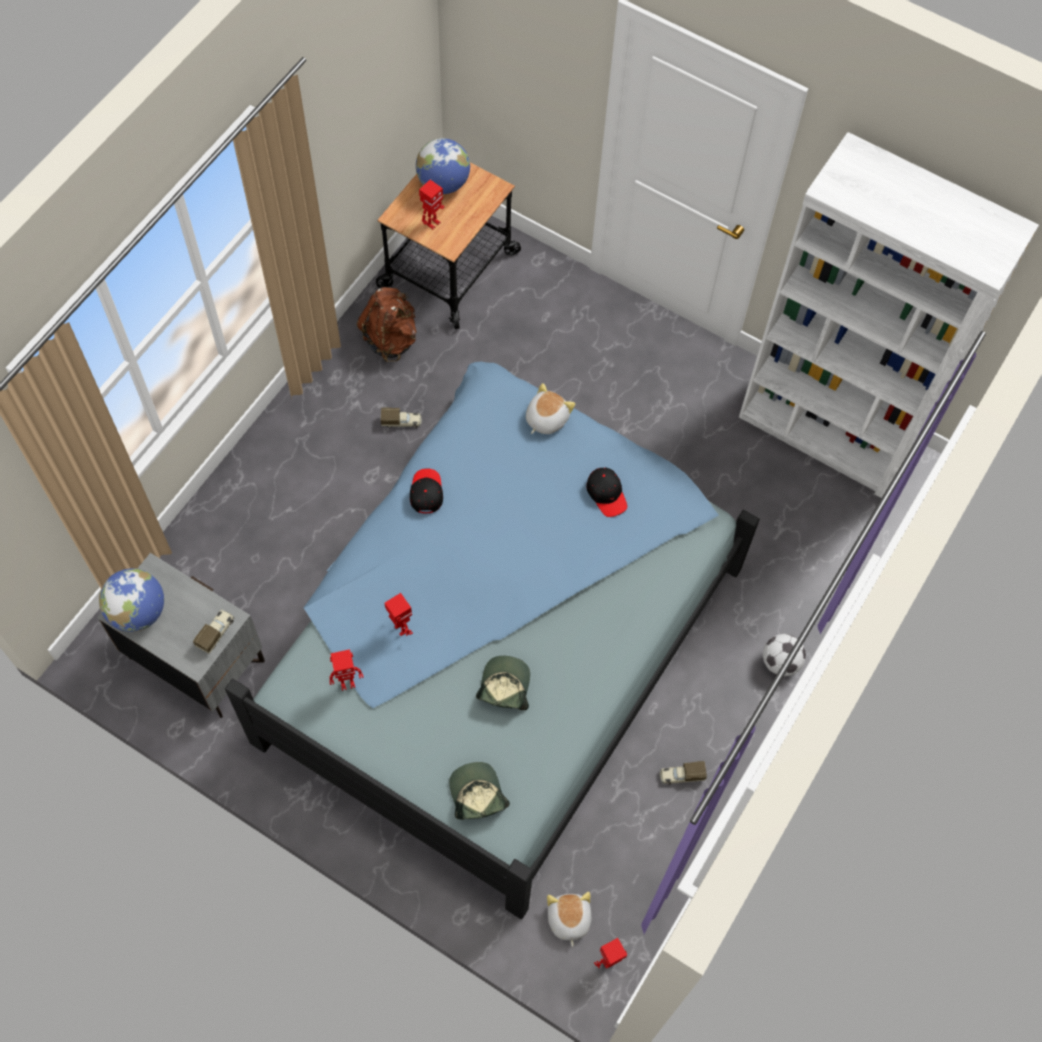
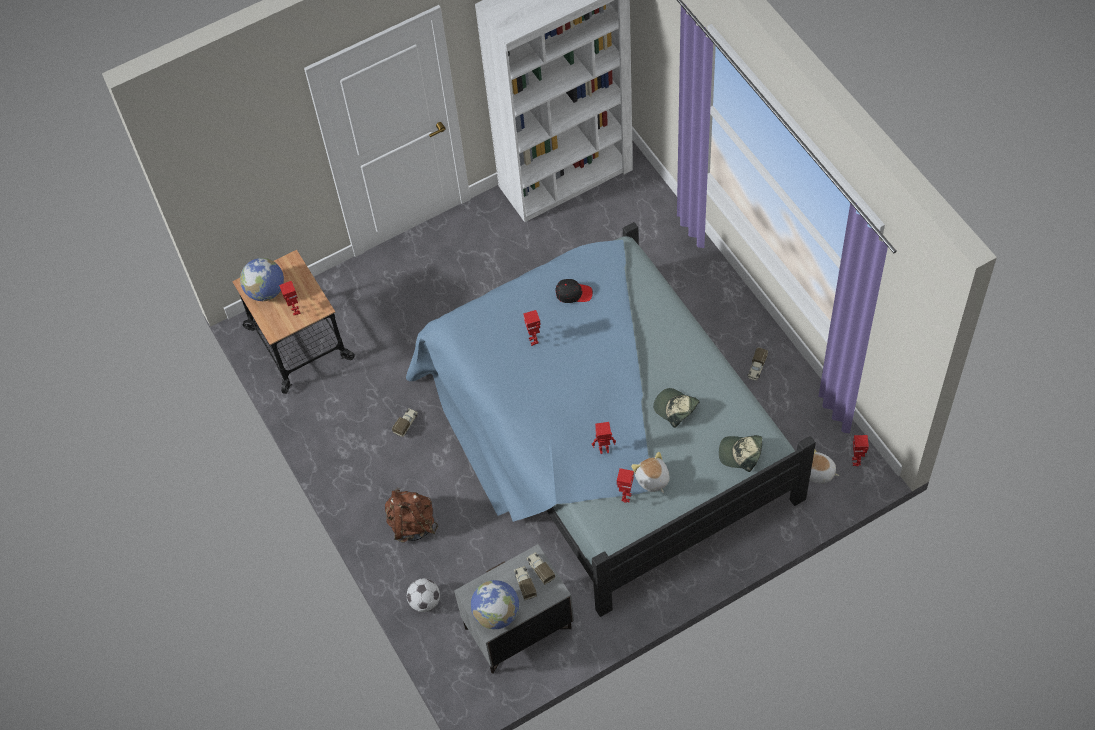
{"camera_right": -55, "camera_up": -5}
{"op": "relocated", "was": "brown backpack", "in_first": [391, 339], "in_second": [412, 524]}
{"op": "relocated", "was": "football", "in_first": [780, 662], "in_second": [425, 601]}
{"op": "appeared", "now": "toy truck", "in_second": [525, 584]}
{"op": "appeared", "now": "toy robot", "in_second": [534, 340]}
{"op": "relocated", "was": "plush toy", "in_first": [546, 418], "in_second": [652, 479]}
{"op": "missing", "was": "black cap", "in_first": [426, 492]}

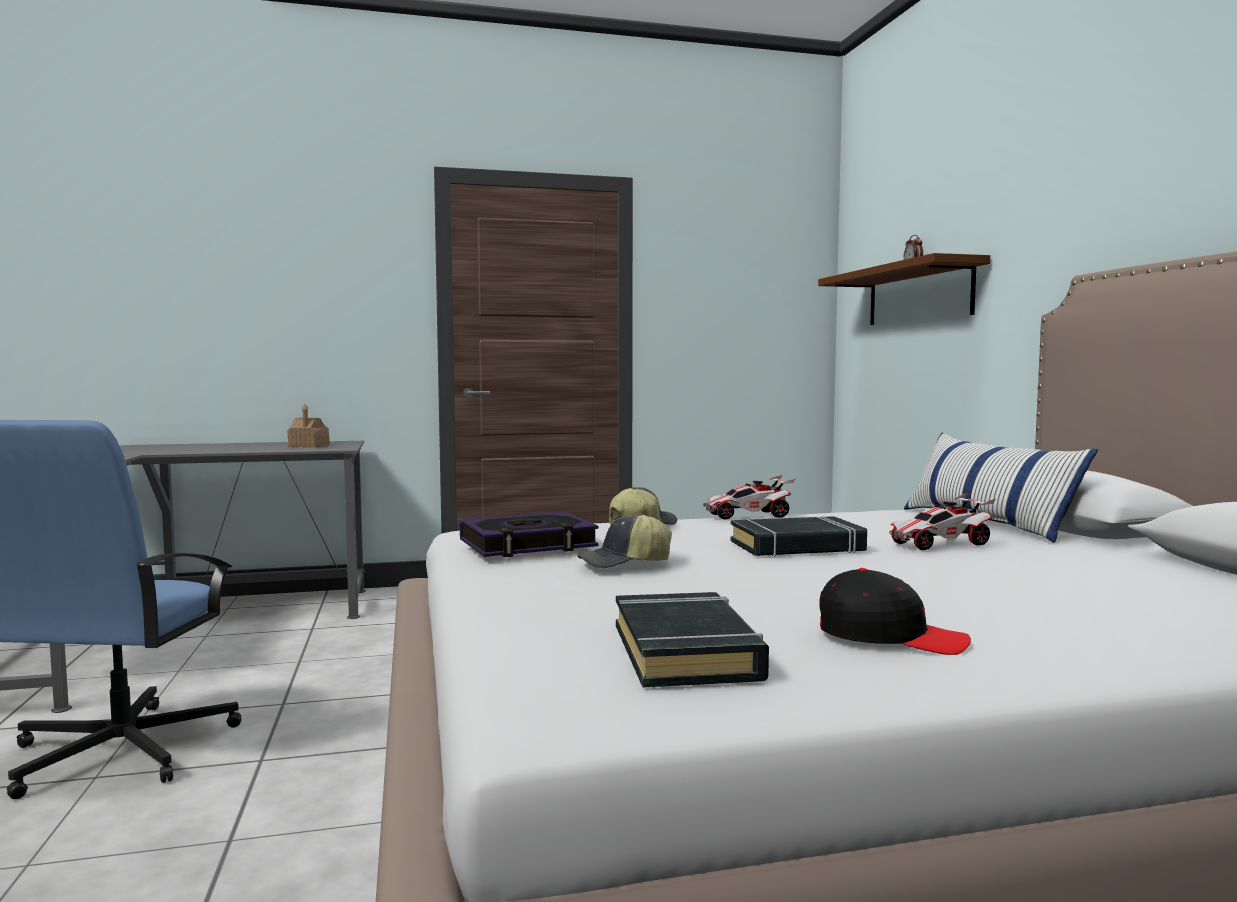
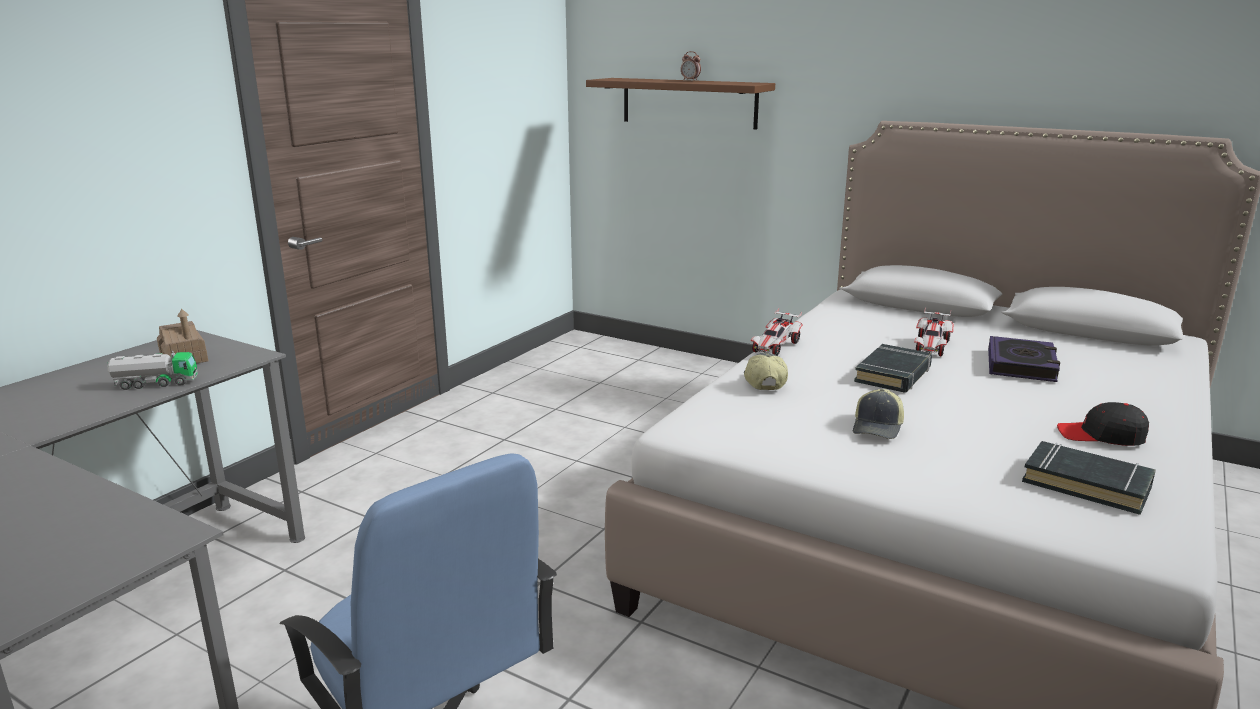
{"camera_right": -45, "camera_up": 15}
{"op": "appeared", "now": "toy truck", "in_second": [155, 383]}
{"op": "relocated", "was": "book", "in_first": [528, 544], "in_second": [1021, 365]}
{"op": "spun", "was": "black cap", "in_first": [890, 637], "in_second": [1101, 436], "clockwise": -135}
{"op": "missing", "was": "pillow", "in_first": [987, 523]}

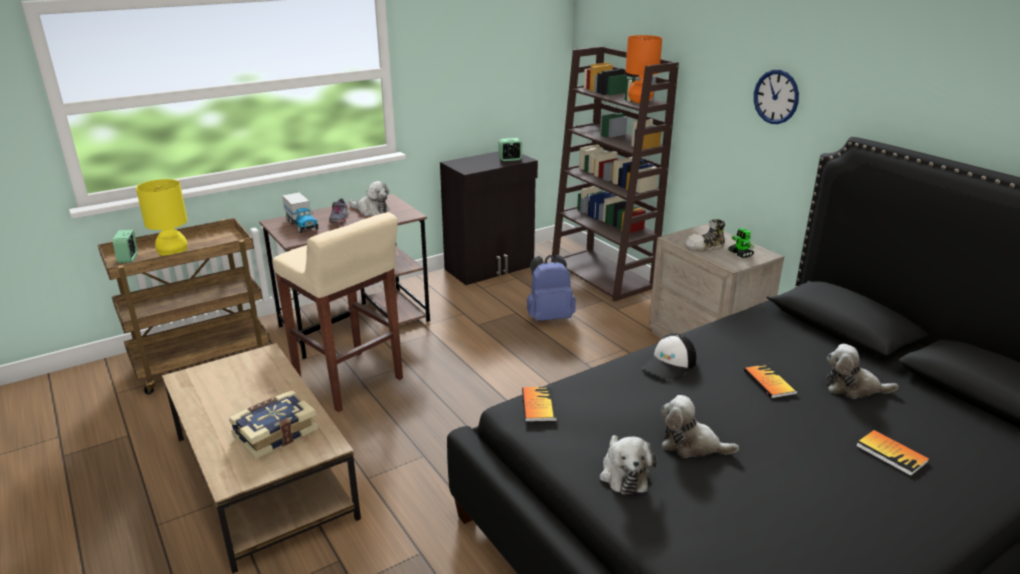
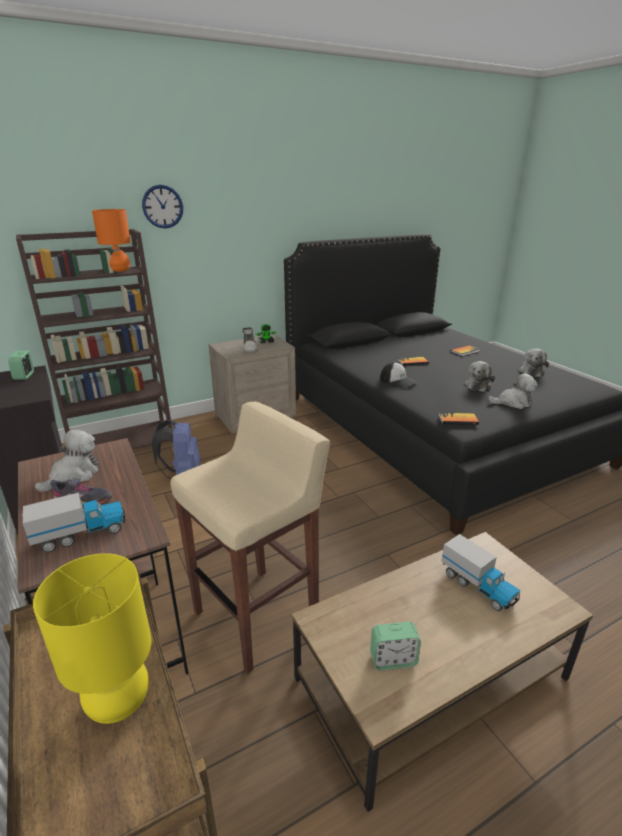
{"camera_right": -85, "camera_up": 0}
{"op": "relocated", "was": "wall clock", "in_first": [776, 97], "in_second": [162, 206]}
{"op": "relocated", "was": "alarm clock", "in_first": [128, 258], "in_second": [393, 659]}
{"op": "exchanged", "was": "book", "now": "toy truck", "in_first": [275, 433], "in_second": [478, 586]}
{"op": "relocated", "was": "plush toy", "in_first": [853, 388], "in_second": [531, 371]}

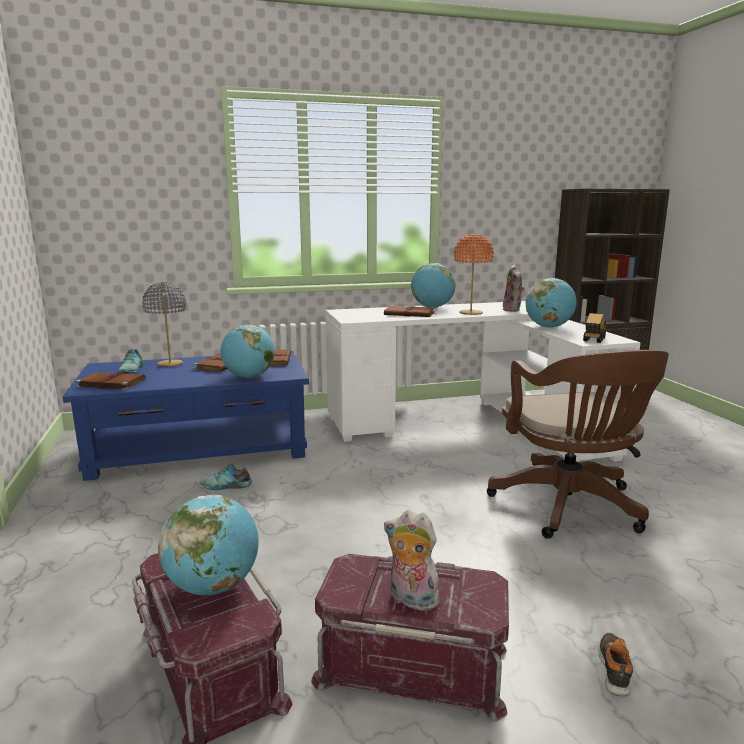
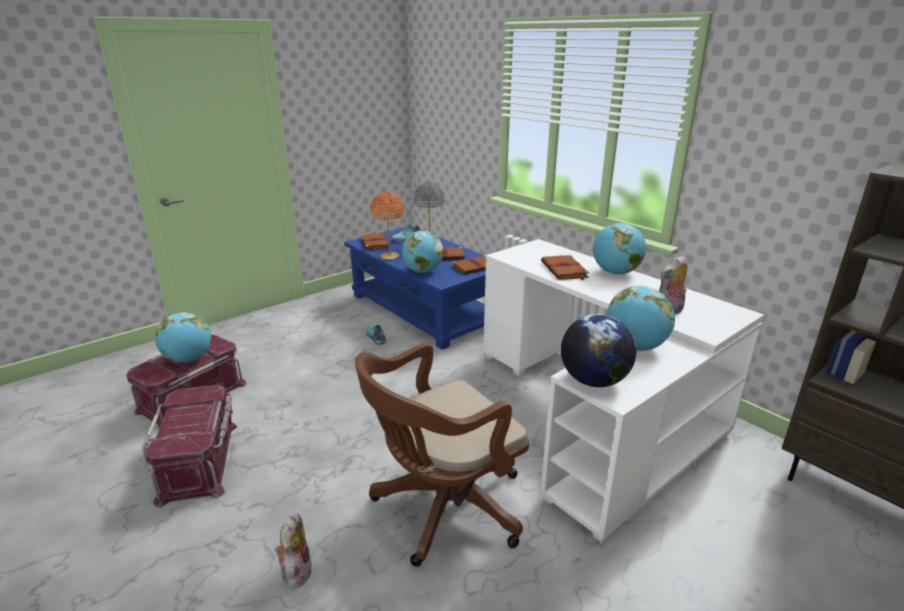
{"camera_right": 65, "camera_up": 10}
{"op": "relocated", "was": "plush toy", "in_first": [411, 600], "in_second": [296, 571]}
{"op": "relocated", "was": "orange table lamp", "in_first": [471, 313], "in_second": [390, 257]}
{"op": "exchanged", "was": "toy truck", "now": "globe", "in_first": [594, 340], "in_second": [593, 381]}
{"op": "missing", "was": "shoe", "in_first": [615, 669]}

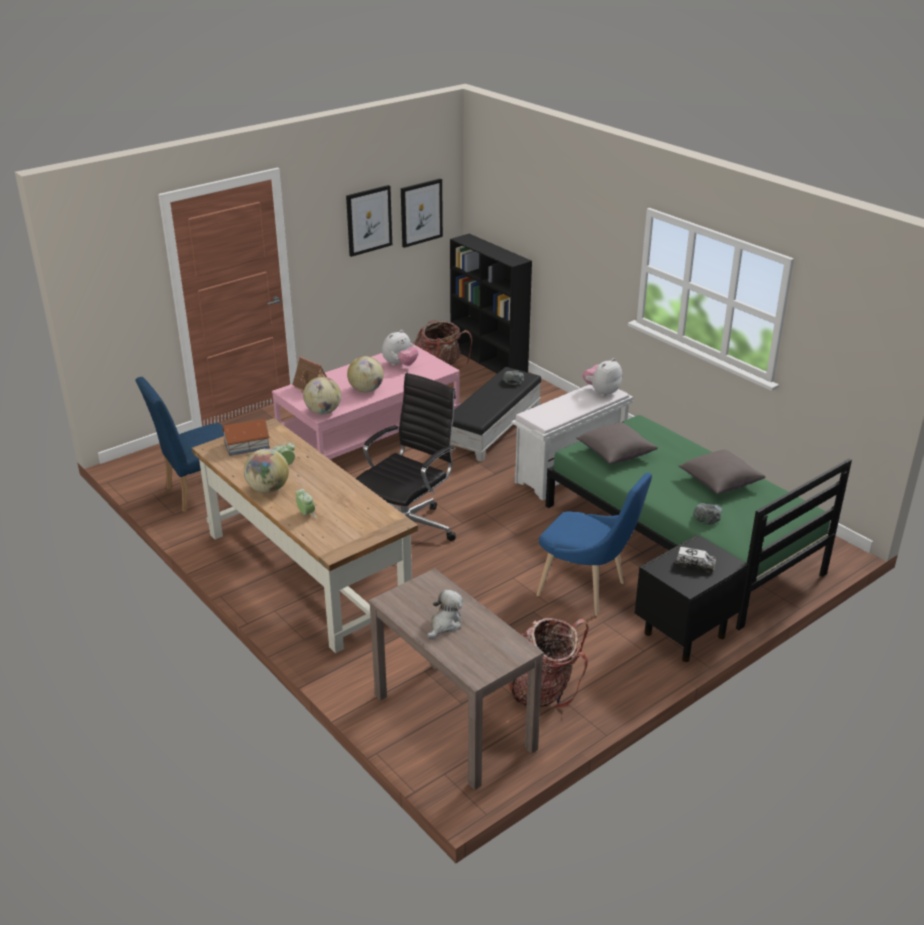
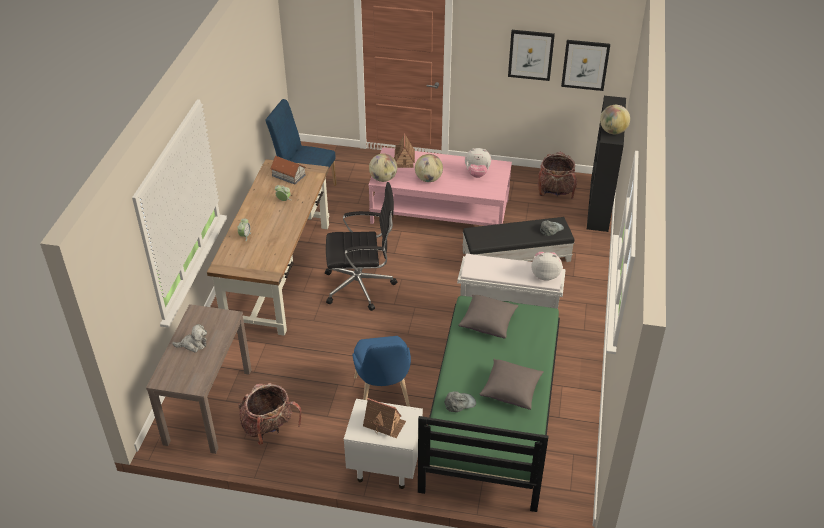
{"camera_right": 50, "camera_up": 10}
{"op": "colour", "was": "black nightstand", "now": "white nightstand", "in_first": [683, 635], "in_second": [384, 467]}
{"op": "exchanged", "was": "toy truck", "now": "toy house", "in_first": [695, 565], "in_second": [384, 423]}
{"op": "relocated", "was": "globe", "in_first": [268, 489], "in_second": [612, 131]}

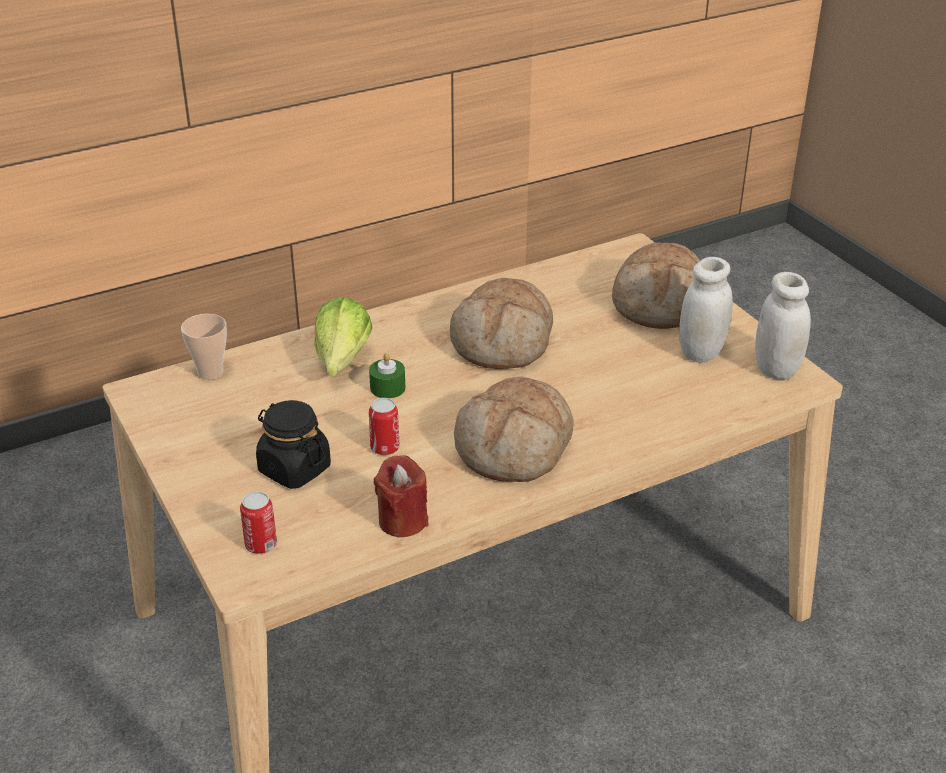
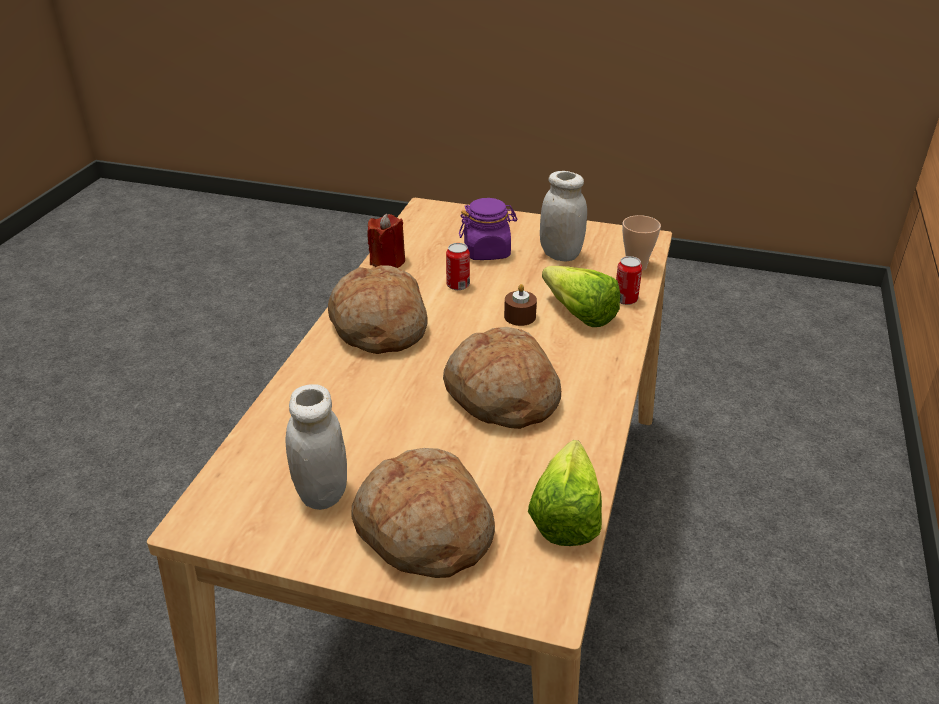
{"camera_right": 135, "camera_up": 0}
{"op": "colour", "was": "black jar", "now": "purple jar", "in_first": [294, 469], "in_second": [487, 251]}
{"op": "colour", "was": "green candle", "now": "brown candle", "in_first": [387, 388], "in_second": [520, 316]}
{"op": "appeared", "now": "lettuce", "in_second": [569, 510]}
{"op": "relocated", "was": "white jar", "in_first": [776, 369], "in_second": [560, 254]}
{"op": "relocated", "was": "can", "in_first": [261, 545], "in_second": [625, 299]}

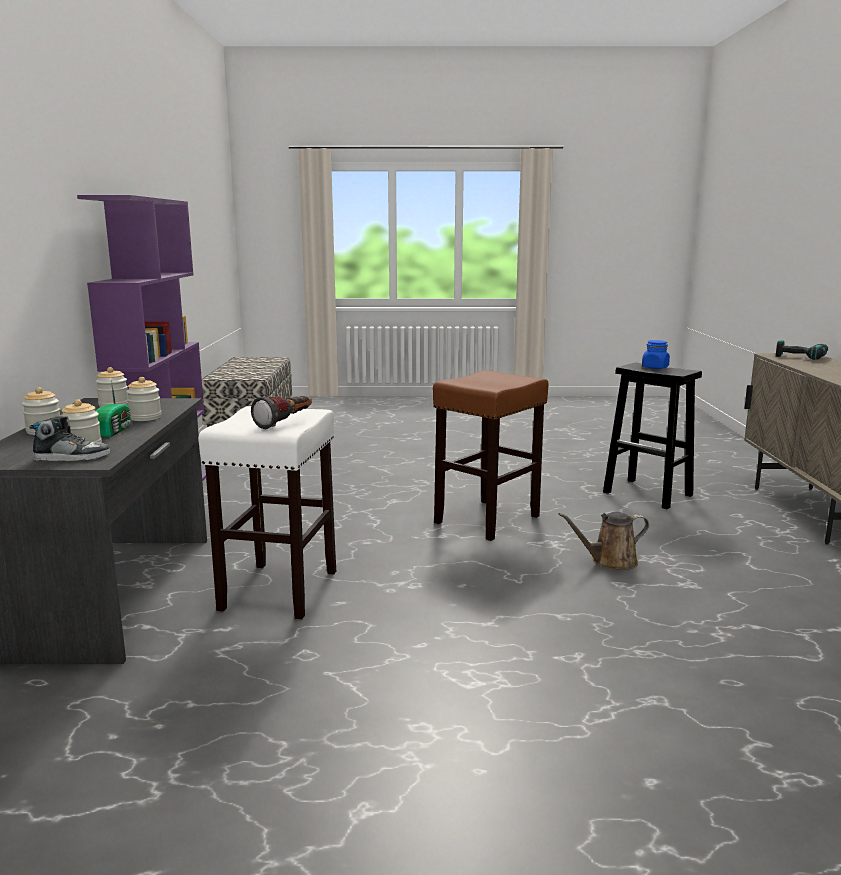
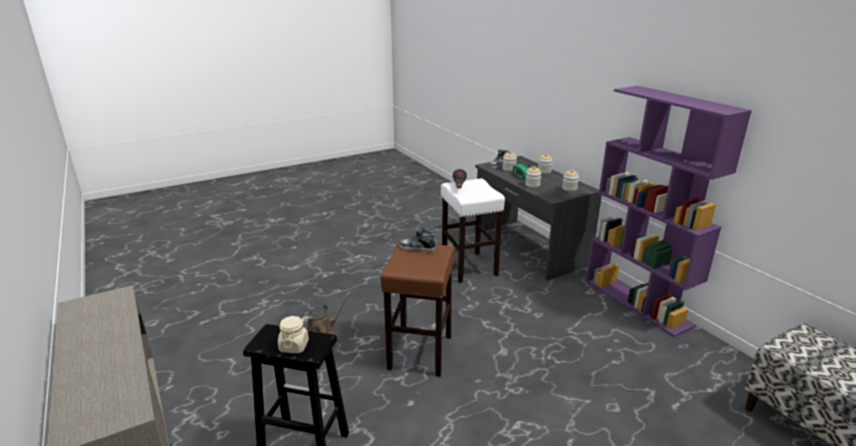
{"camera_right": 150, "camera_up": 10}
{"op": "colour", "was": "blue jar", "now": "beige jar", "in_first": [655, 367], "in_second": [294, 346]}
{"op": "appeared", "now": "shoe", "in_second": [417, 248]}
{"op": "missing", "was": "power drill", "in_first": [801, 357]}

